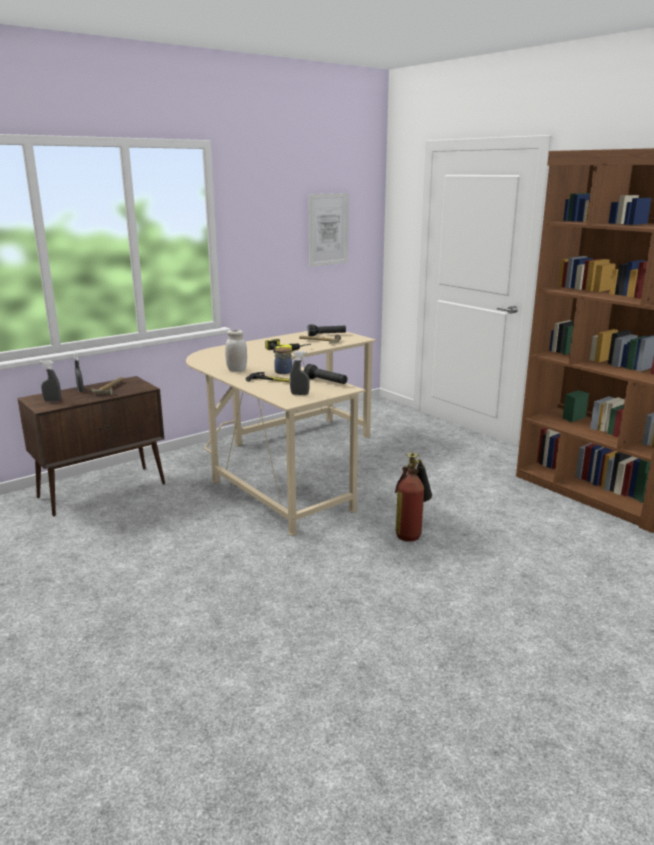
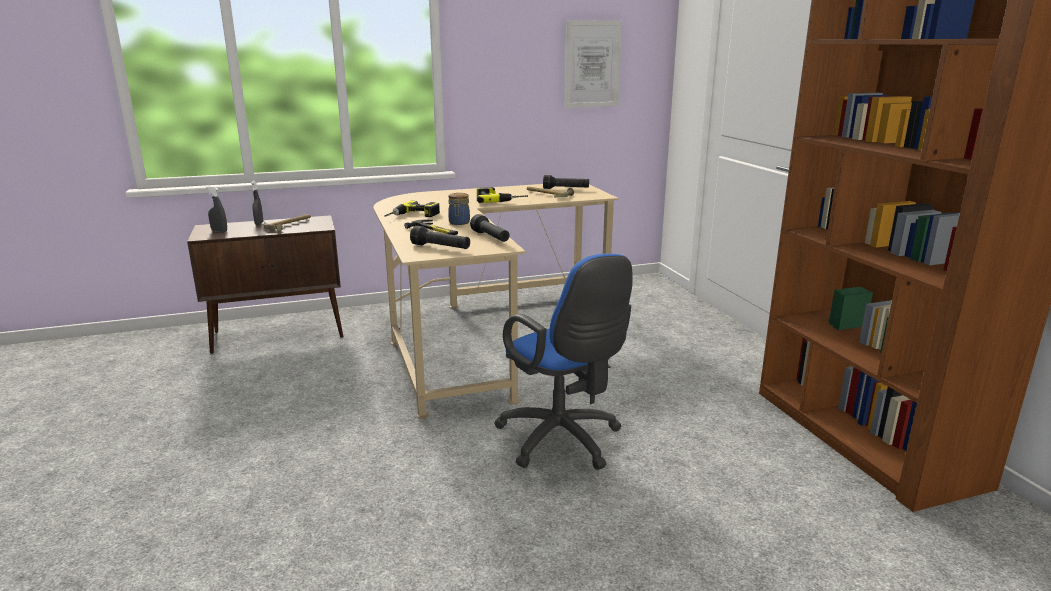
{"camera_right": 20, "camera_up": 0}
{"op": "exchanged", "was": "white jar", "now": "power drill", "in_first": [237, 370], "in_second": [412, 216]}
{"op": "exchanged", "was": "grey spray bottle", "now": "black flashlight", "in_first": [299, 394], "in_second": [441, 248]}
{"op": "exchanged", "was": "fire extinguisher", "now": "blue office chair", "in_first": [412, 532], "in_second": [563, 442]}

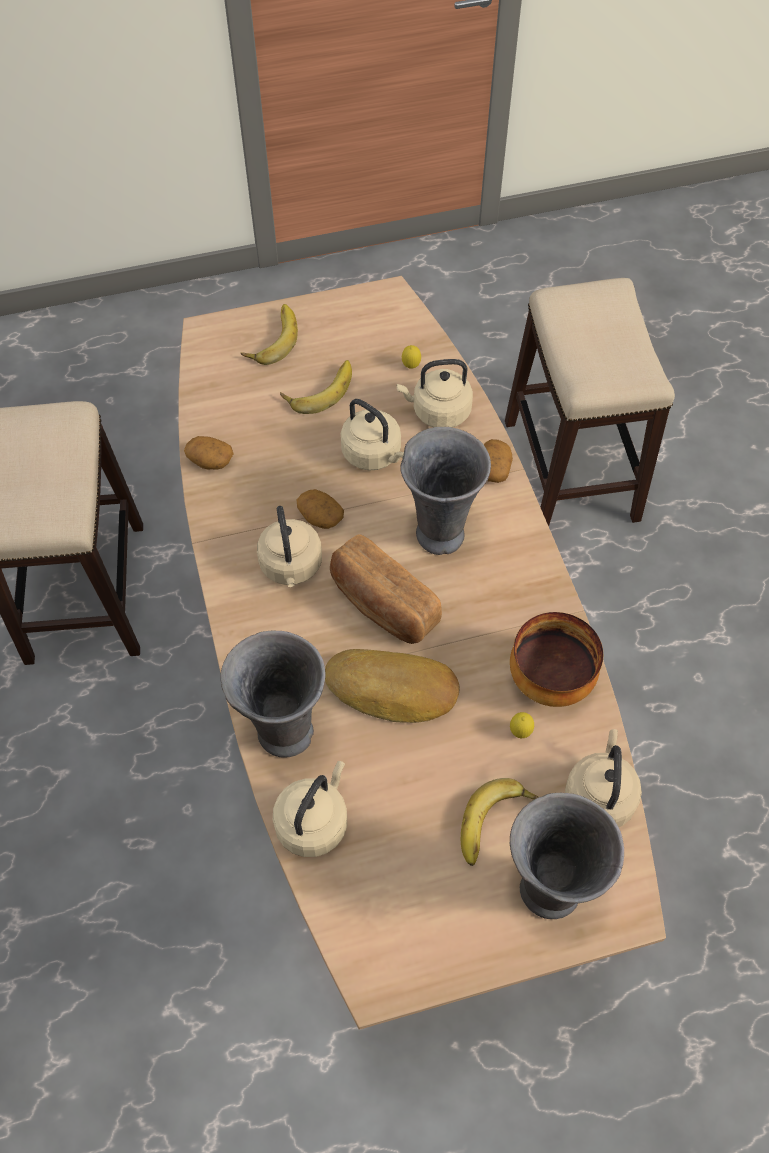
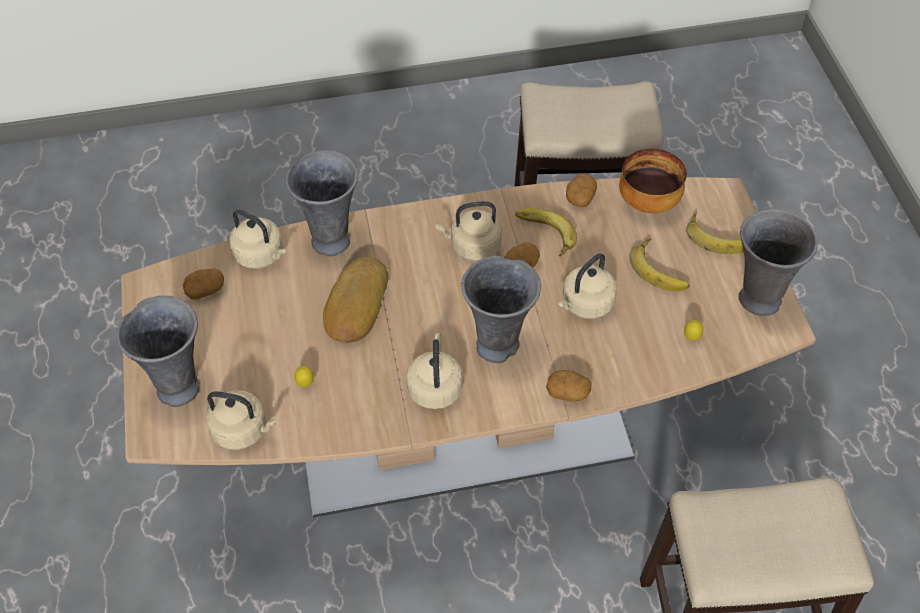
{"camera_right": 95, "camera_up": -5}
{"op": "appeared", "now": "potato", "in_second": [205, 289]}
{"op": "relocated", "was": "beige kettle", "in_first": [438, 412], "in_second": [435, 387]}
{"op": "relocated", "was": "banana", "in_first": [497, 826], "in_second": [543, 234]}
{"op": "relocated", "was": "bowl", "in_first": [551, 679], "in_second": [649, 203]}
{"op": "appeared", "now": "grey vase", "in_second": [757, 299]}
{"op": "missing", "was": "bread", "in_first": [382, 604]}

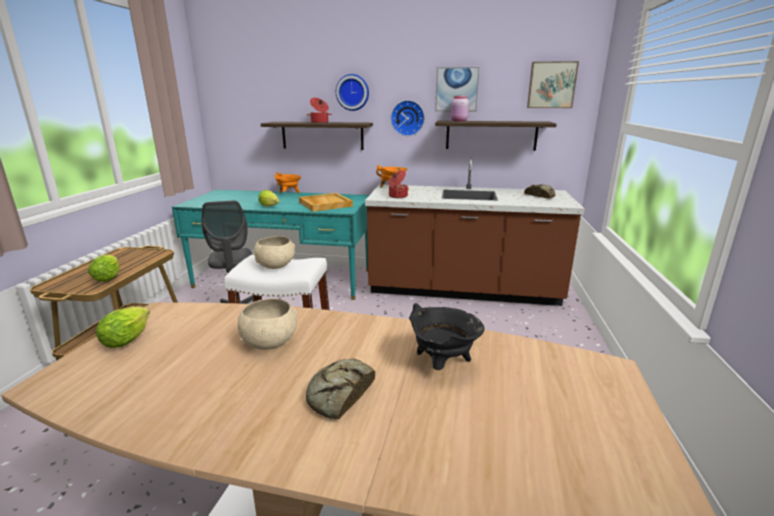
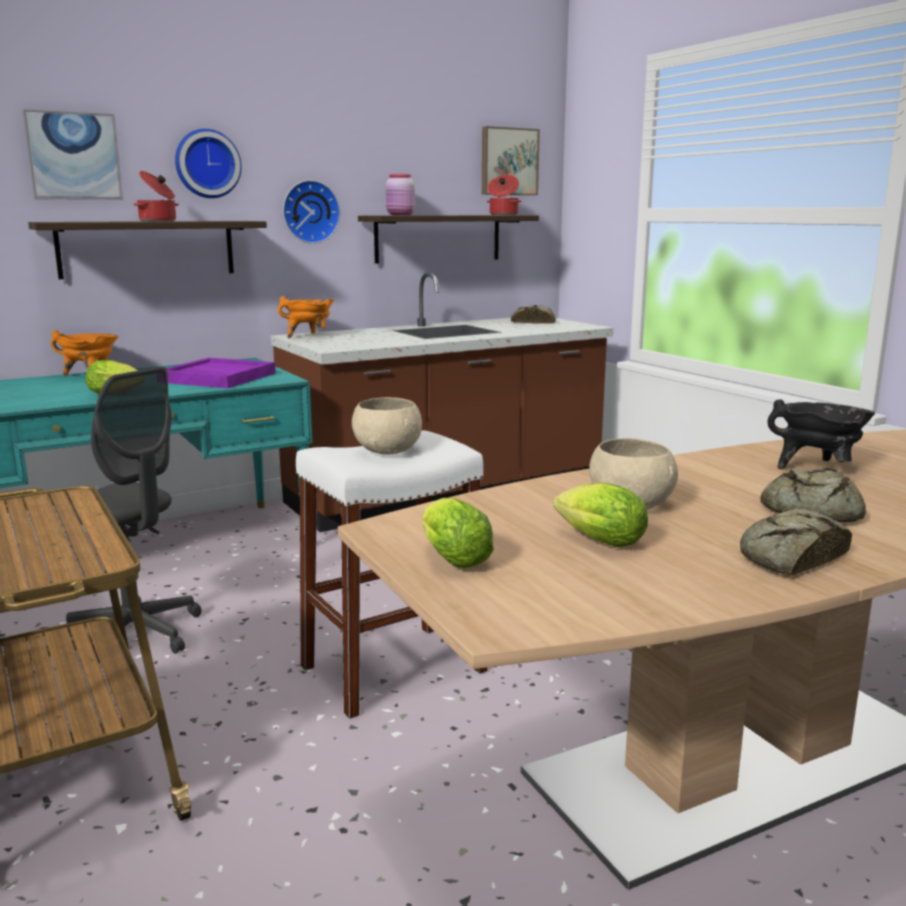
{"camera_right": -40, "camera_up": -5}
{"op": "relocated", "was": "picture", "in_first": [456, 89], "in_second": [74, 156]}
{"op": "colour", "was": "beige tray", "now": "purple tray", "in_first": [325, 204], "in_second": [216, 377]}
{"op": "relocated", "was": "cooking pot", "in_first": [397, 196], "in_second": [503, 215]}
{"op": "relocated", "was": "lettuce", "in_first": [109, 277], "in_second": [595, 540]}
{"op": "appeared", "now": "bread", "in_second": [790, 557]}

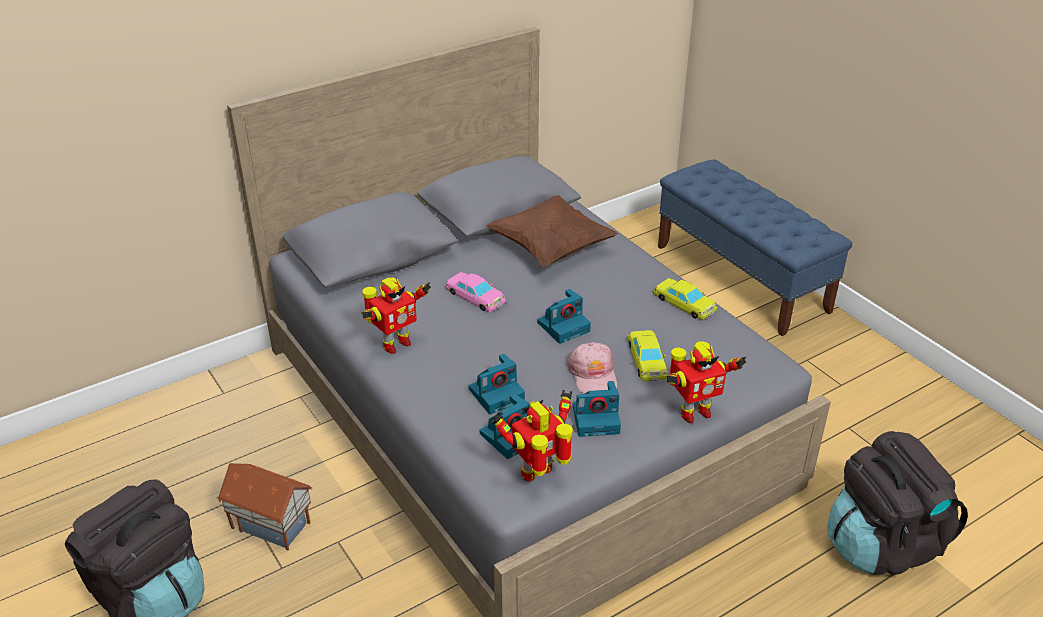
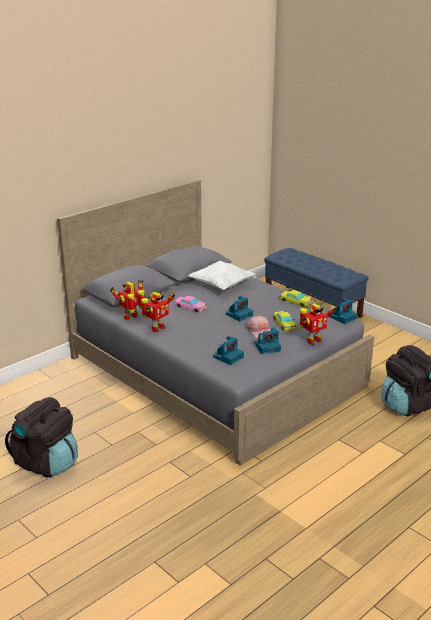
{"camera_right": -10, "camera_up": -10}
{"op": "relocated", "was": "toy robot", "in_first": [539, 473], "in_second": [131, 317]}
{"op": "colour", "was": "brown pillow", "now": "white pillow", "in_first": [551, 248], "in_second": [221, 285]}
{"op": "relocated", "was": "photo camera", "in_first": [497, 394], "in_second": [343, 317]}
{"op": "missing", "was": "toy house", "in_first": [272, 523]}

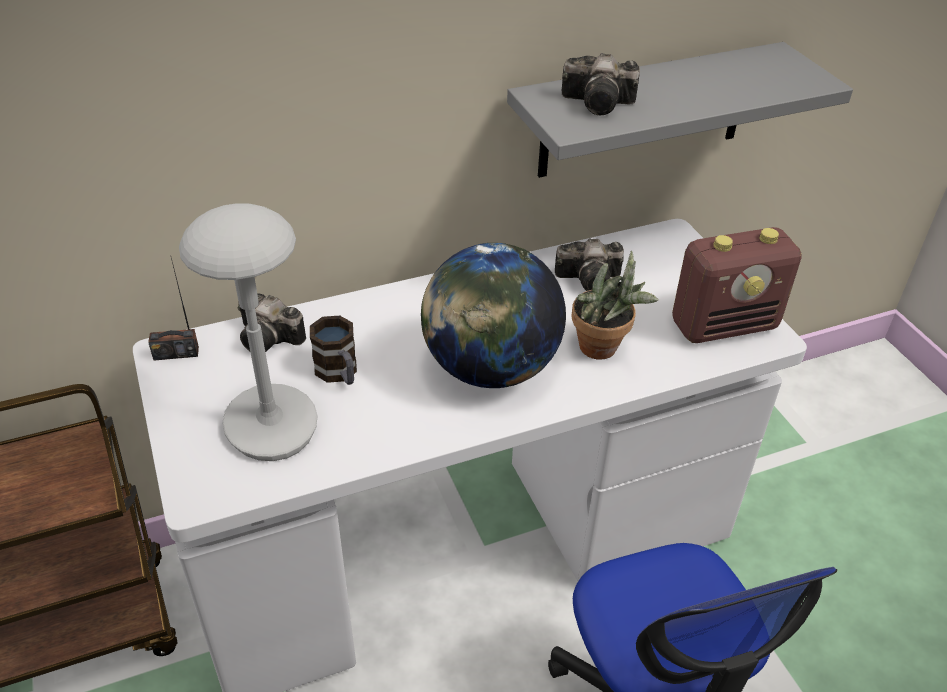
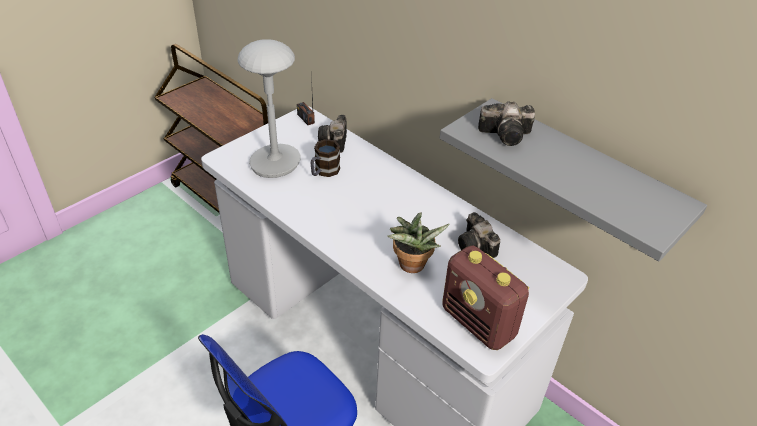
{"camera_right": 65, "camera_up": 0}
{"op": "spun", "was": "photo camera", "in_first": [601, 103], "in_second": [508, 135], "clockwise": -75}
{"op": "missing", "was": "globe", "in_first": [490, 369]}

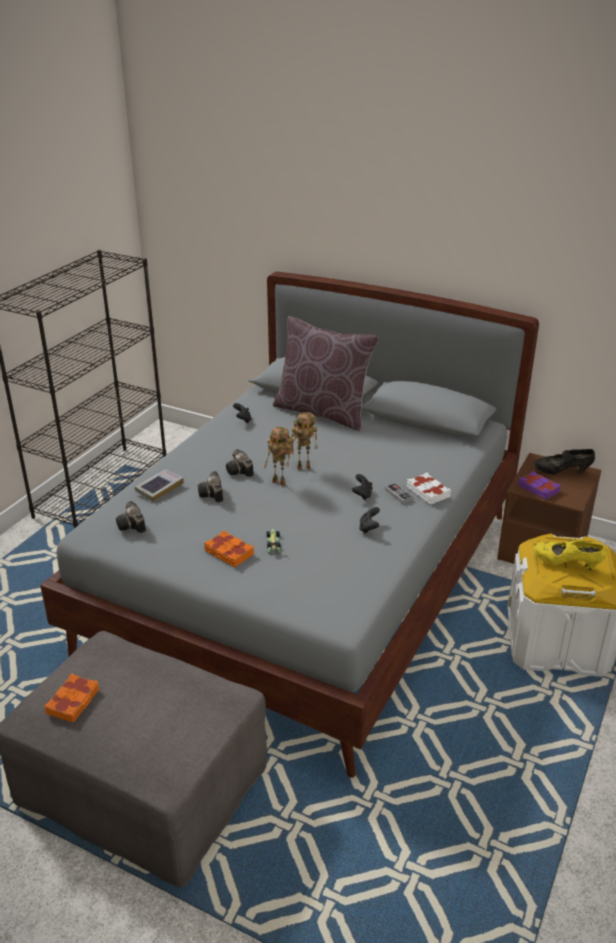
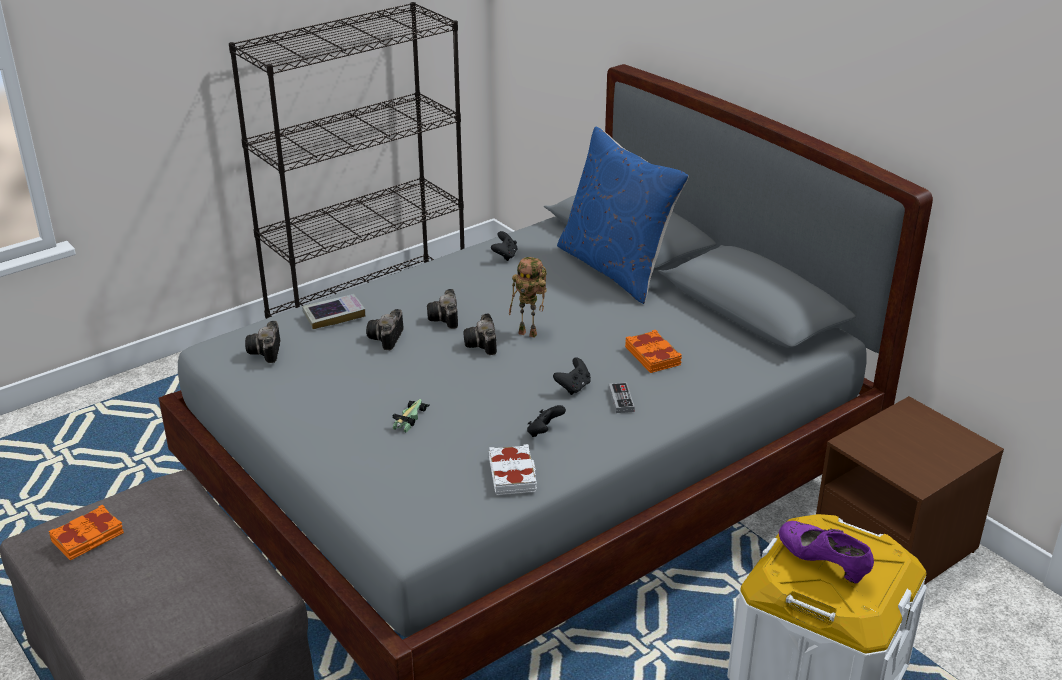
{"camera_right": 25, "camera_up": 0}
{"op": "exchanged", "was": "toy robot", "now": "photo camera", "in_first": [280, 482], "in_second": [483, 345]}
{"op": "relocated", "was": "white book", "in_first": [428, 492], "in_second": [513, 475]}
{"op": "colour", "was": "brown pillow", "now": "blue pillow", "in_first": [323, 412], "in_second": [616, 268]}
{"op": "relocated", "was": "orange book", "in_first": [229, 552], "in_second": [653, 356]}
{"op": "colour", "was": "yellow shoe", "now": "purple shoe", "in_first": [566, 564], "in_second": [823, 564]}
{"op": "missing", "was": "purple book", "in_first": [538, 488]}
{"op": "missing", "was": "black shoe", "in_first": [562, 472]}

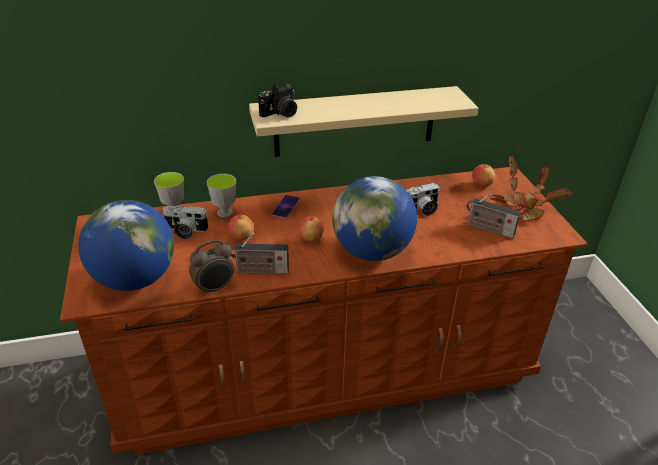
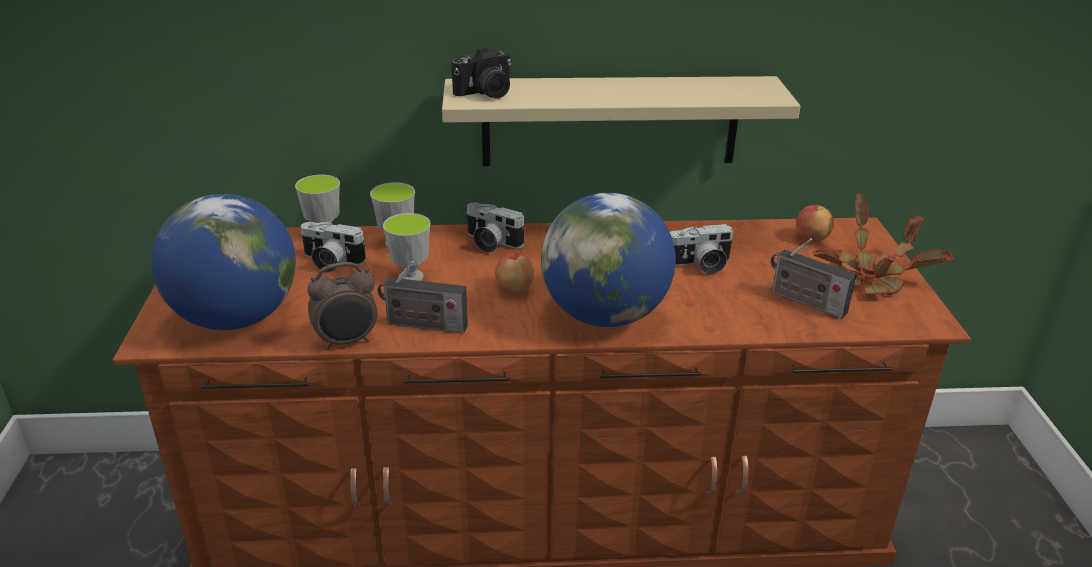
{"camera_right": 10, "camera_up": -5}
{"op": "exchanged", "was": "apple", "now": "cup", "in_first": [241, 237], "in_second": [410, 277]}
{"op": "exchanged", "was": "phone", "now": "photo camera", "in_first": [286, 207], "in_second": [491, 243]}

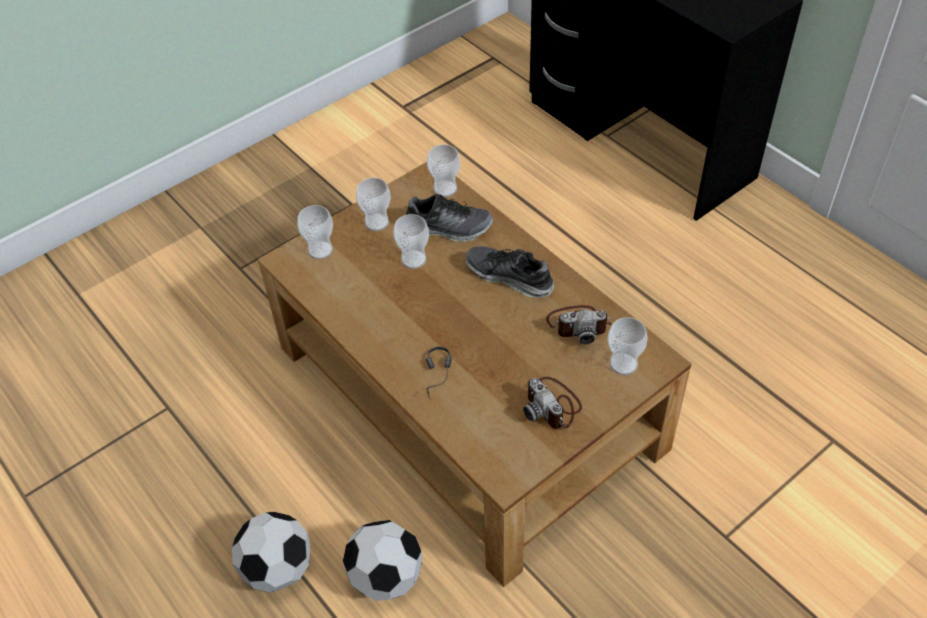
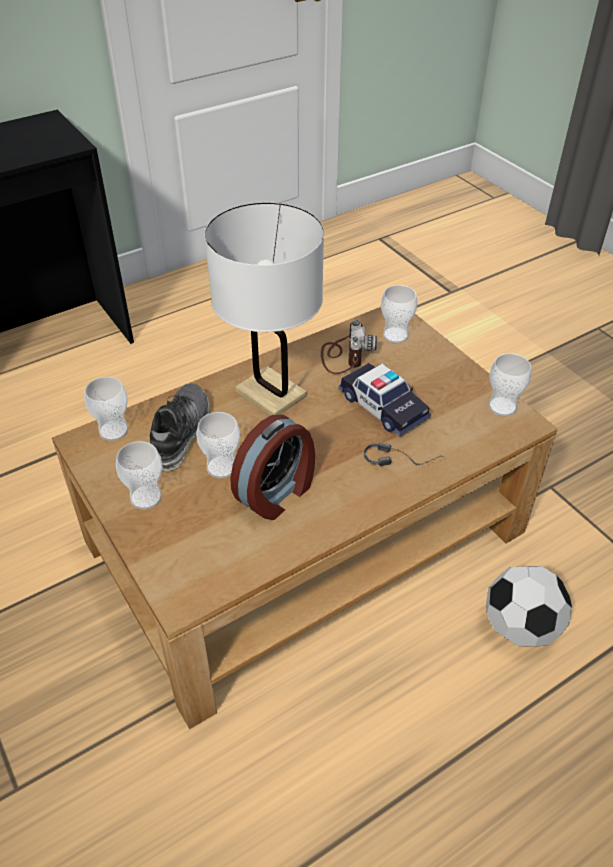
{"camera_right": -85, "camera_up": -5}
{"op": "exchanged", "was": "shoe", "now": "white table lamp", "in_first": [509, 277], "in_second": [271, 393]}
{"op": "appeared", "now": "alarm clock", "in_second": [277, 493]}
{"op": "appeared", "now": "toy car", "in_second": [383, 407]}
{"op": "relocated", "was": "cup", "in_first": [320, 250], "in_second": [502, 406]}
{"op": "missing", "was": "football", "in_first": [277, 568]}
{"op": "missing", "was": "photo camera", "in_first": [552, 405]}

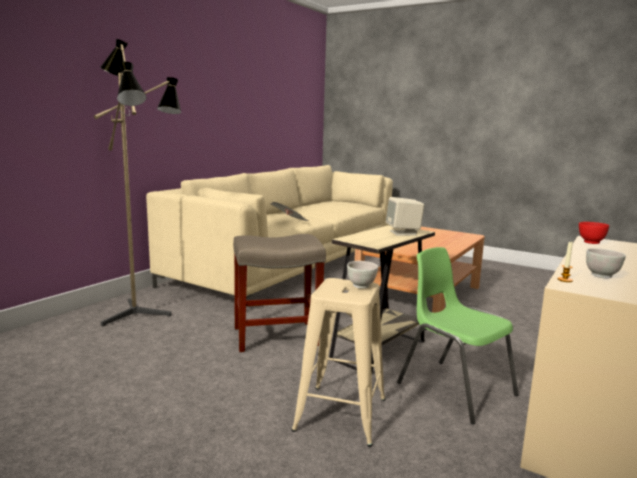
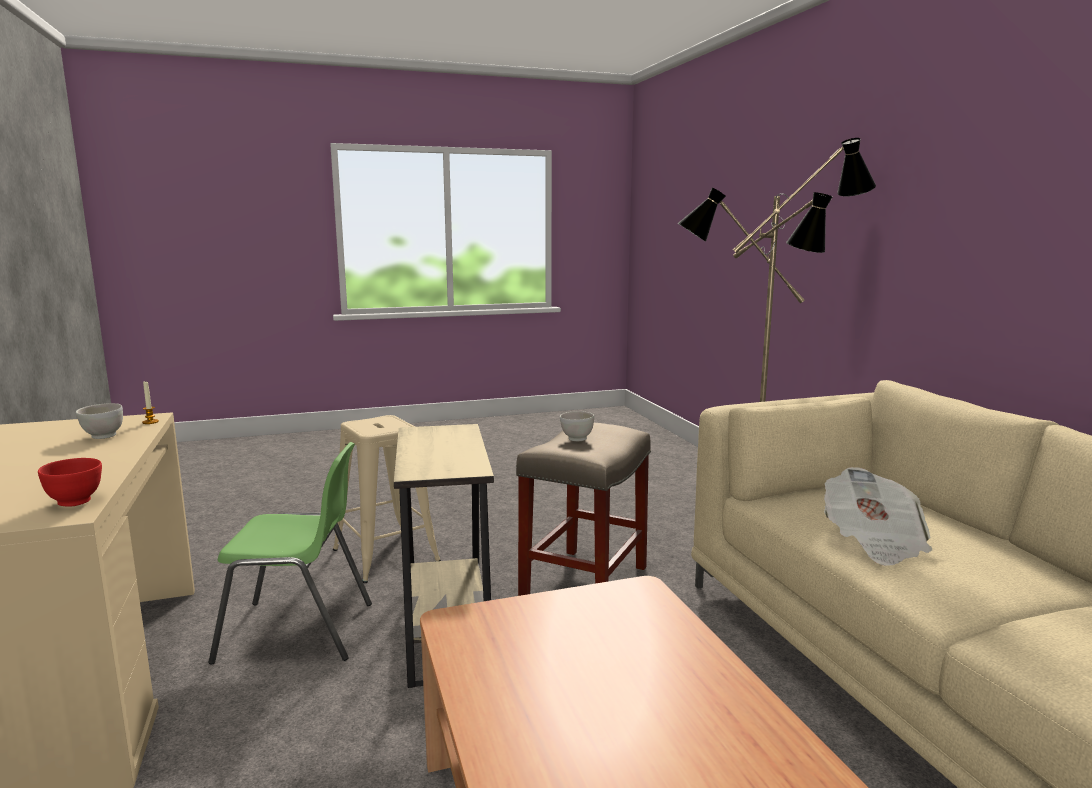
{"camera_right": 130, "camera_up": 0}
{"op": "relocated", "was": "white bowl", "in_first": [361, 286], "in_second": [576, 439]}
{"op": "missing", "was": "beige speaker", "in_first": [403, 233]}

